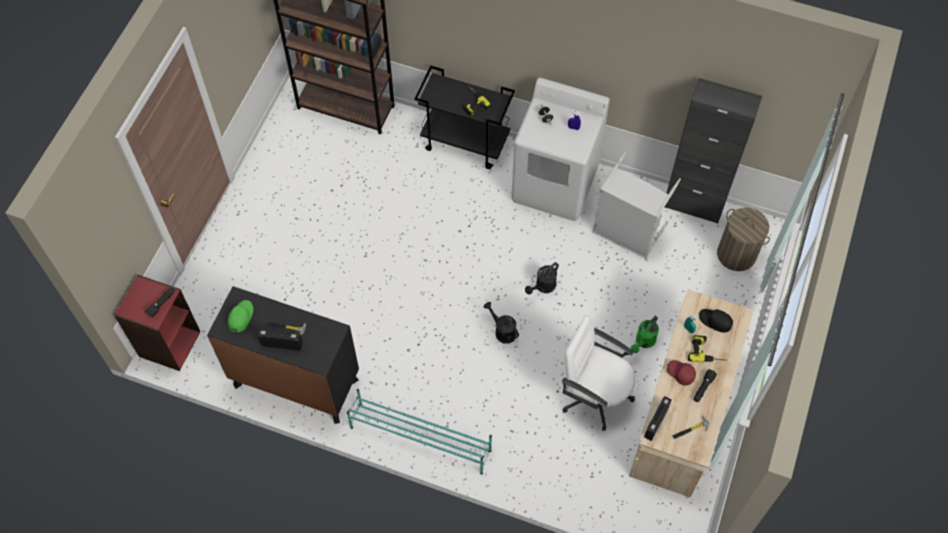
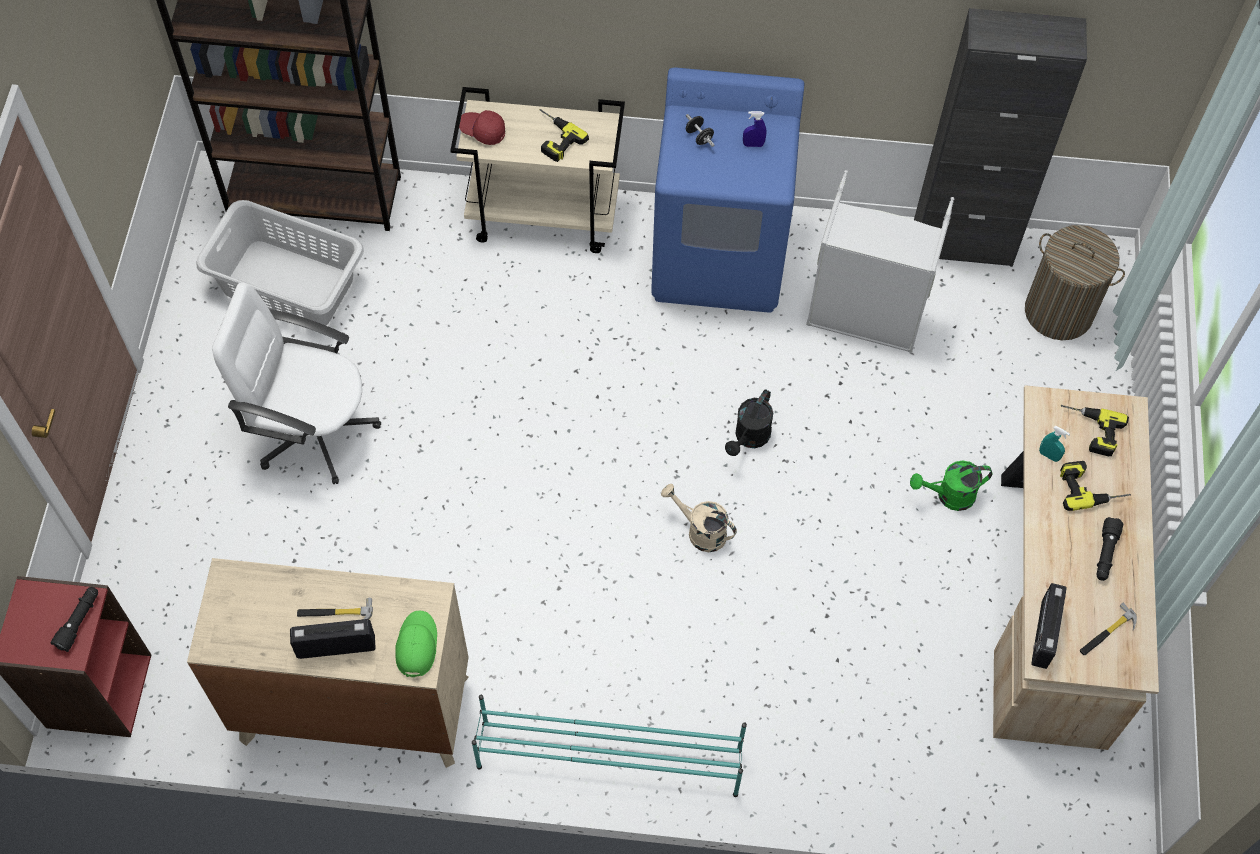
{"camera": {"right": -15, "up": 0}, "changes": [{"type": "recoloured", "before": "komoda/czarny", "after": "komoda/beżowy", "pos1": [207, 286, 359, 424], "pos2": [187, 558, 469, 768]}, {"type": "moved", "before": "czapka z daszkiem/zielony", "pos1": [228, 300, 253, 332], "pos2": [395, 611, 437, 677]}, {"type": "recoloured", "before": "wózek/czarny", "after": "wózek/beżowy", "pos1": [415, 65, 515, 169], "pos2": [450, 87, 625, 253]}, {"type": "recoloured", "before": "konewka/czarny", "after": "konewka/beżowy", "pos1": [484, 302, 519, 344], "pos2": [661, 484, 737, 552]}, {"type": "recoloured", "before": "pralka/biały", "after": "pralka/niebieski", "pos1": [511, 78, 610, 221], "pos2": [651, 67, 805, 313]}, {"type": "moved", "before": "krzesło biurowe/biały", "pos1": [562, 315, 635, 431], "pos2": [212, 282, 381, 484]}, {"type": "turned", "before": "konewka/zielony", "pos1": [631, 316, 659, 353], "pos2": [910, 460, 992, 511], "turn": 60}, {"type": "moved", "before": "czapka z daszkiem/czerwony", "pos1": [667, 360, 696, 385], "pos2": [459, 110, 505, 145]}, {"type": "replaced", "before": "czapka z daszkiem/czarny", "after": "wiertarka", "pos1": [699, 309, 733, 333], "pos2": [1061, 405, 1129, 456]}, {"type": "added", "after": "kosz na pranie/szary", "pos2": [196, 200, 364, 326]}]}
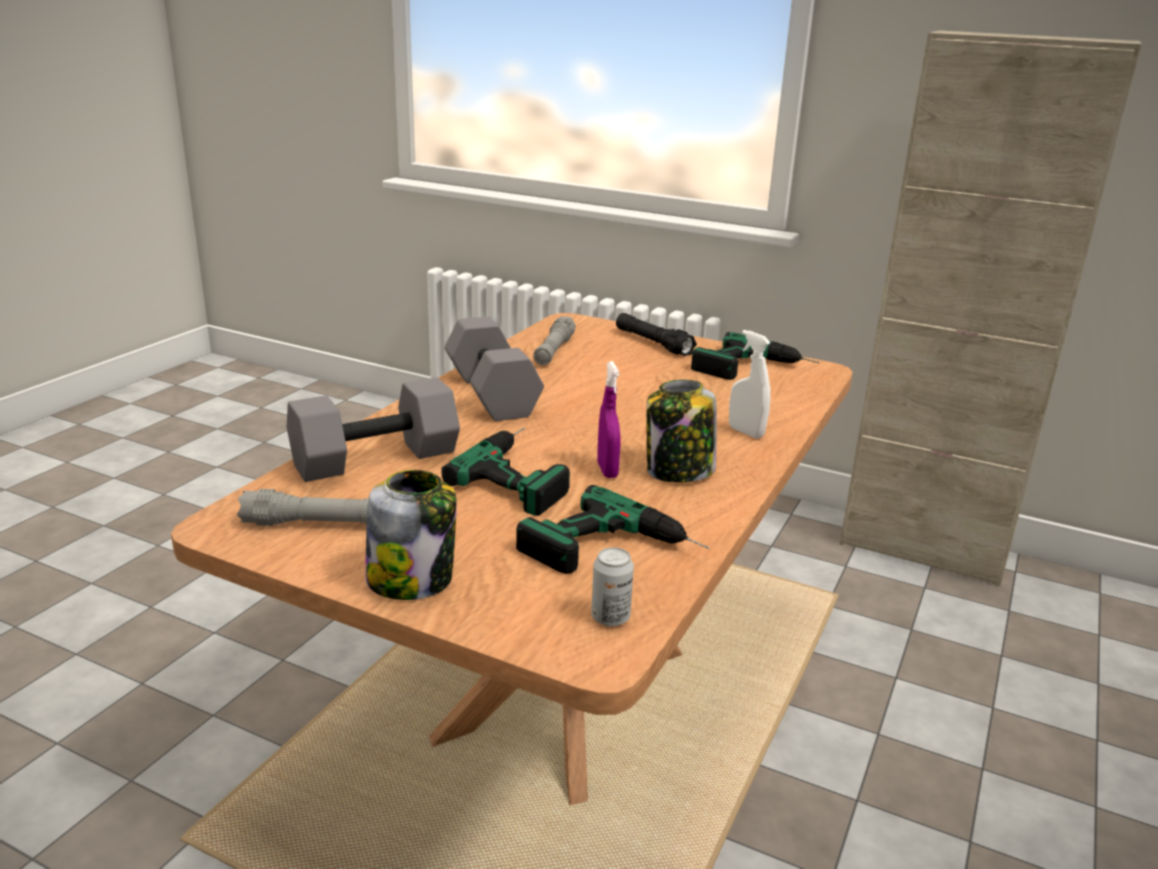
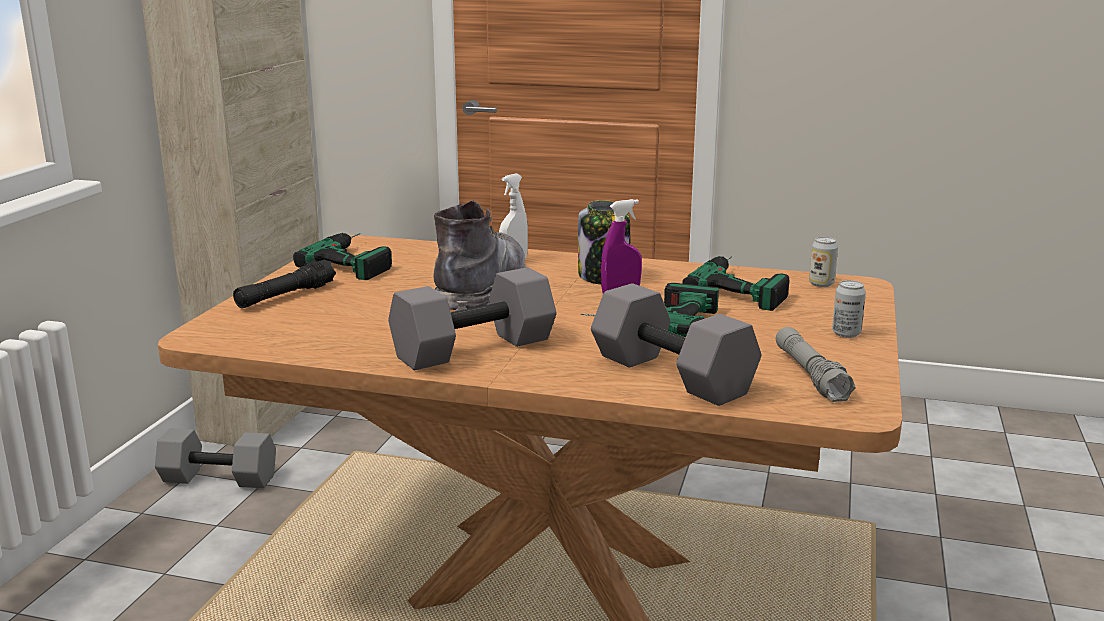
{"camera": {"right": -100, "up": -5}, "changes": [{"type": "replaced", "before": "słoik", "after": "puszka", "pos1": [365, 470, 457, 600], "pos2": [832, 280, 866, 338]}, {"type": "removed", "before": "latarka/szary", "pos1": [533, 316, 576, 365]}, {"type": "added", "after": "hantel/szary", "pos2": [155, 428, 276, 488]}, {"type": "added", "after": "but z cholewką/szary", "pos2": [433, 201, 526, 311]}]}
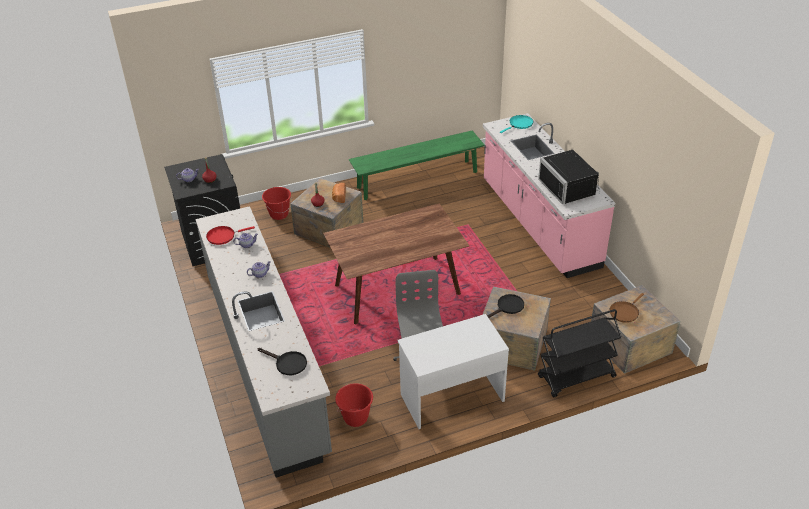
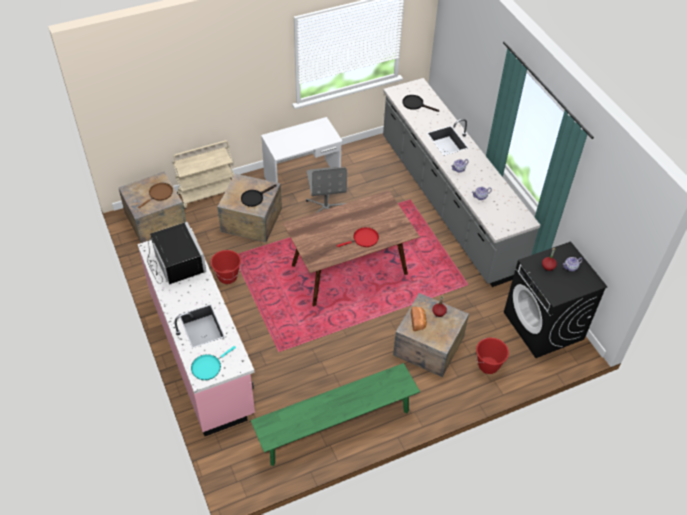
{"camera": {"right": 175, "up": 10}, "changes": [{"type": "moved", "before": "patelnia/czerwony", "pos1": [206, 226, 255, 245], "pos2": [337, 227, 379, 247]}, {"type": "moved", "before": "wiadro/czerwony", "pos1": [335, 383, 373, 427], "pos2": [211, 250, 241, 284]}, {"type": "recoloured", "before": "wózek/czarny", "after": "wózek/beżowy", "pos1": [538, 309, 622, 397], "pos2": [173, 141, 234, 209]}]}
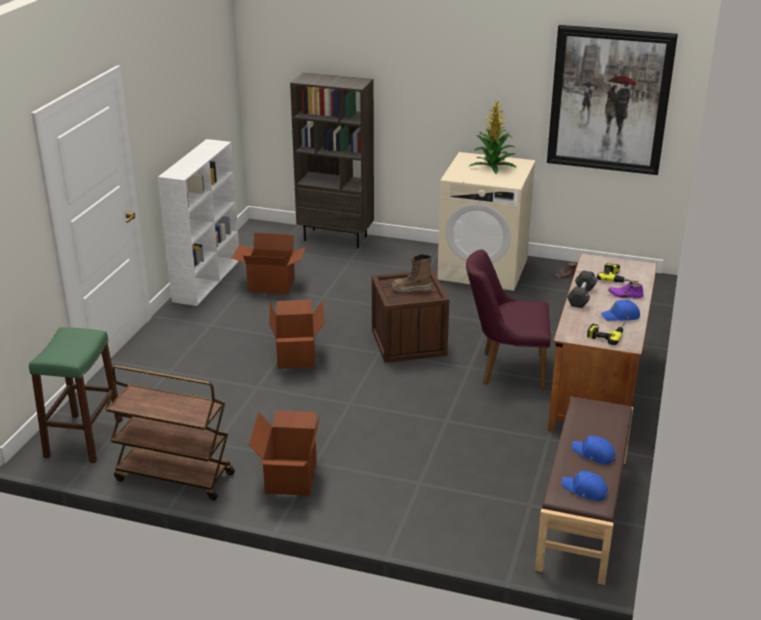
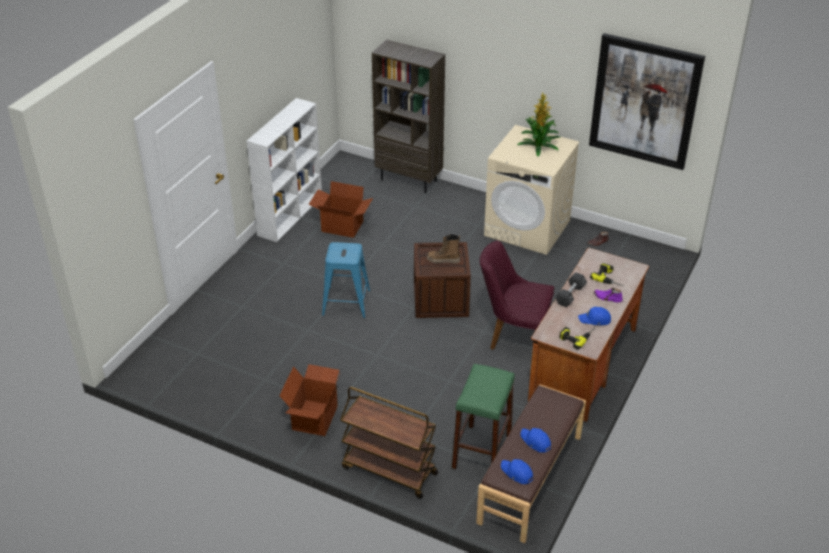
{"camera": {"right": 10, "up": 10}, "changes": [{"type": "moved", "before": "stołek/zielony", "pos1": [29, 327, 123, 463], "pos2": [452, 364, 515, 469]}, {"type": "moved", "before": "wózek/brązowy", "pos1": [105, 365, 235, 501], "pos2": [340, 387, 438, 499]}, {"type": "replaced", "before": "karton", "after": "stołek/niebieski", "pos1": [269, 300, 325, 369], "pos2": [322, 242, 370, 318]}]}
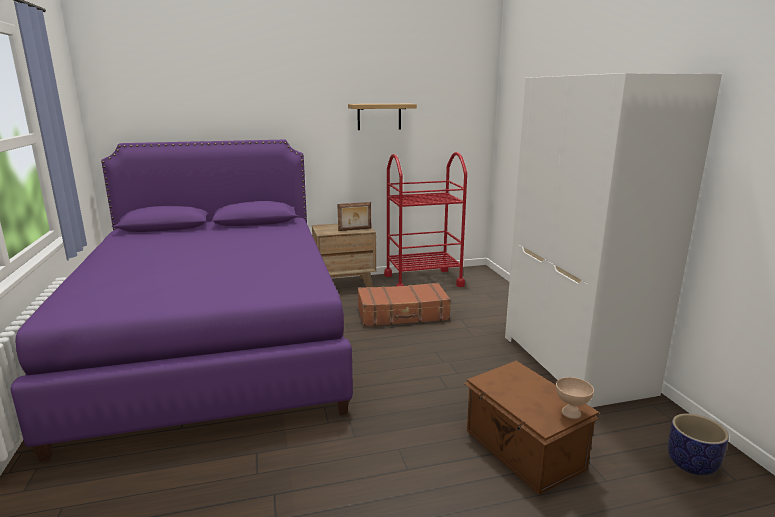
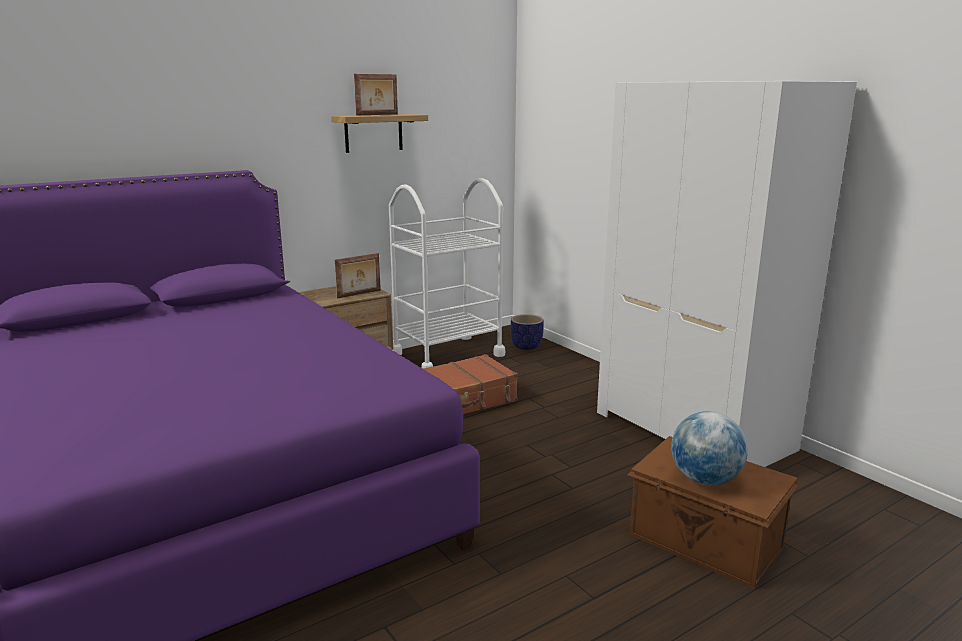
{"camera": {"right": -20, "up": 0}, "changes": [{"type": "recoloured", "before": "wózek/czerwony", "after": "wózek/biały", "pos1": [384, 152, 467, 287], "pos2": [389, 178, 505, 369]}, {"type": "removed", "before": "miska/beżowy", "pos1": [556, 377, 594, 419]}, {"type": "moved", "before": "donica", "pos1": [668, 413, 729, 476], "pos2": [511, 314, 544, 350]}, {"type": "added", "after": "ramka na zdjęcie", "pos2": [354, 74, 398, 116]}, {"type": "added", "after": "globus", "pos2": [671, 411, 748, 486]}]}
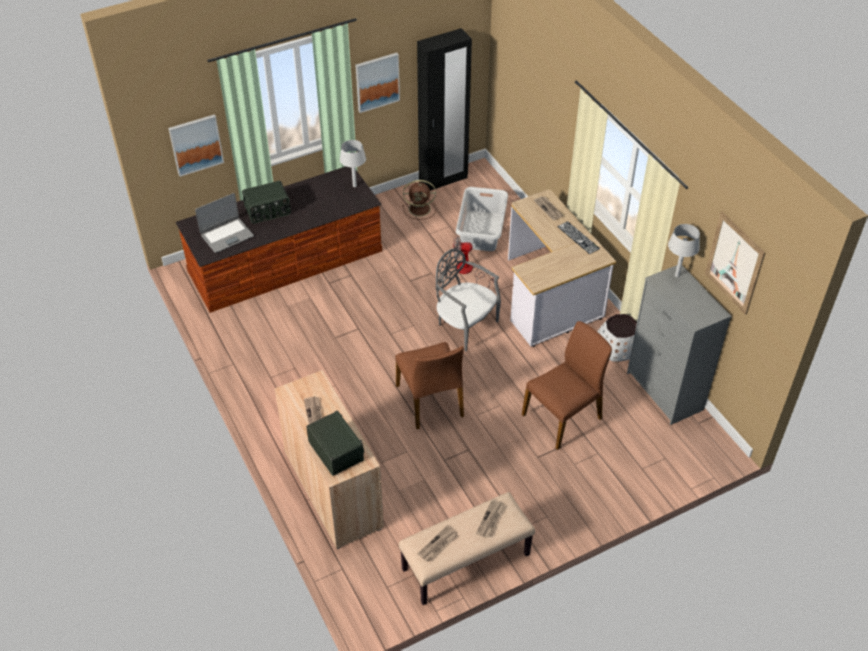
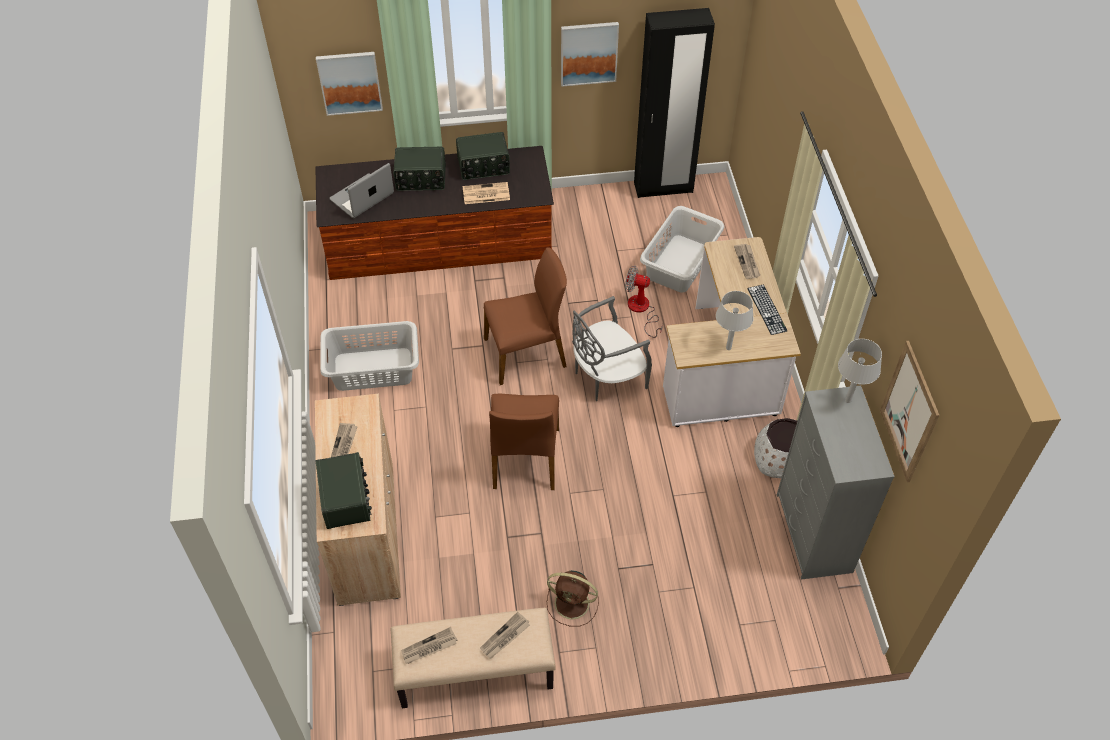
{"camera": {"right": 20, "up": 5}, "changes": [{"type": "turned", "before": "laptop", "pos1": [195, 193, 254, 253], "pos2": [330, 163, 394, 218], "turn": 150}, {"type": "moved", "before": "lampa stołowa/szary", "pos1": [340, 140, 366, 187], "pos2": [716, 291, 754, 350]}, {"type": "moved", "before": "wentylator/brązowy", "pos1": [402, 180, 436, 219], "pos2": [547, 570, 599, 627]}, {"type": "turned", "before": "krzesło/szary", "pos1": [436, 248, 501, 351], "pos2": [572, 296, 652, 401], "turn": -90}, {"type": "moved", "before": "krzesło/brązowy", "pos1": [522, 321, 612, 450], "pos2": [484, 247, 567, 385]}, {"type": "added", "after": "kosz na pranie/szary", "pos2": [320, 321, 419, 391]}, {"type": "added", "after": "radio", "pos2": [456, 132, 510, 180]}, {"type": "added", "after": "gazeta", "pos2": [463, 182, 510, 204]}]}
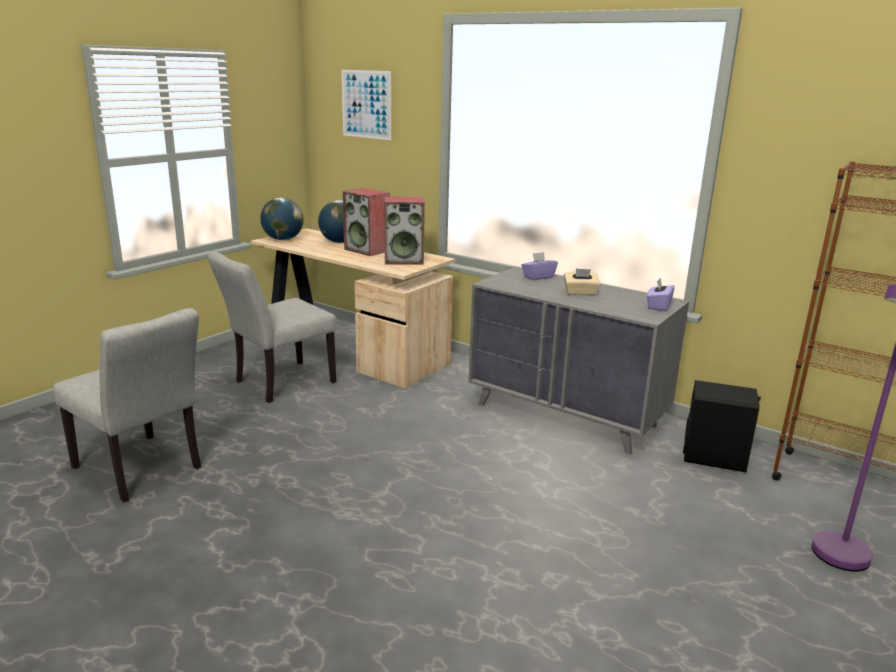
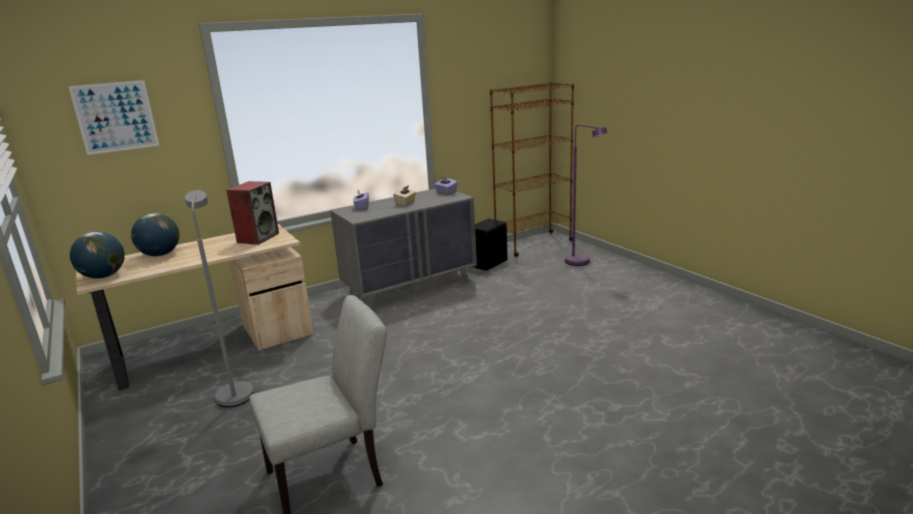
{"camera": {"right": -65, "up": 0}, "changes": [{"type": "replaced", "before": "krzesło/szary", "after": "lampa stojąca/szary", "pos1": [208, 252, 337, 403], "pos2": [185, 190, 254, 407]}, {"type": "removed", "before": "głośnik", "pos1": [343, 188, 390, 256]}]}
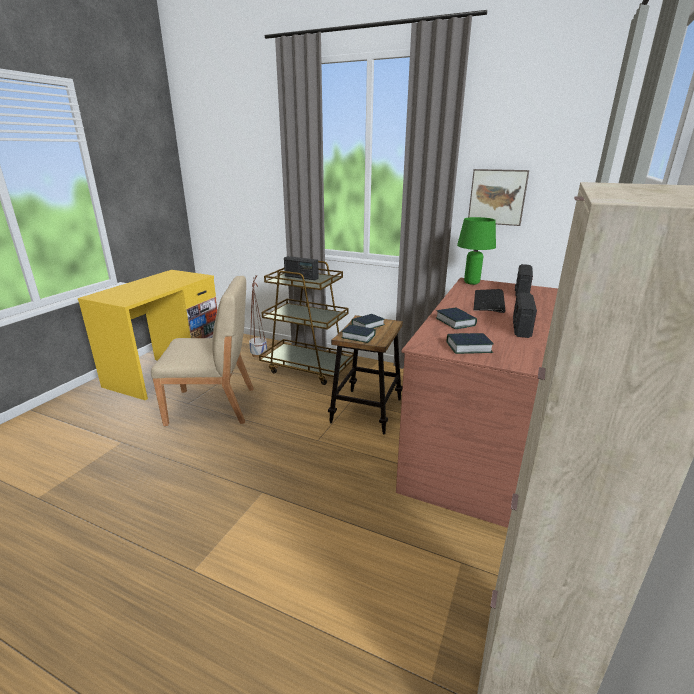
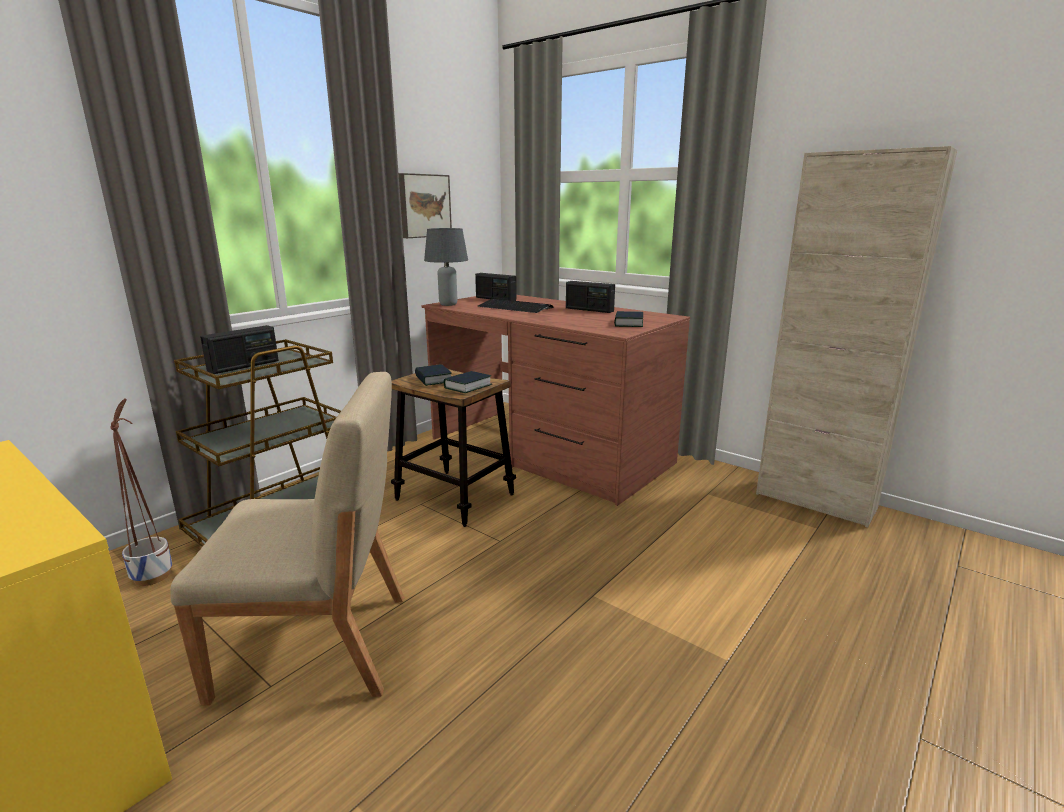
{"camera": {"right": -75, "up": -5}, "changes": [{"type": "turned", "before": "krzesło/beżowy", "pos1": [151, 276, 254, 426], "pos2": [170, 372, 404, 706], "turn": 75}, {"type": "removed", "before": "książka", "pos1": [436, 308, 477, 329]}, {"type": "recoloured", "before": "lampa stołowa/zielony", "after": "lampa stołowa/szary", "pos1": [457, 217, 496, 285], "pos2": [424, 228, 468, 306]}]}
